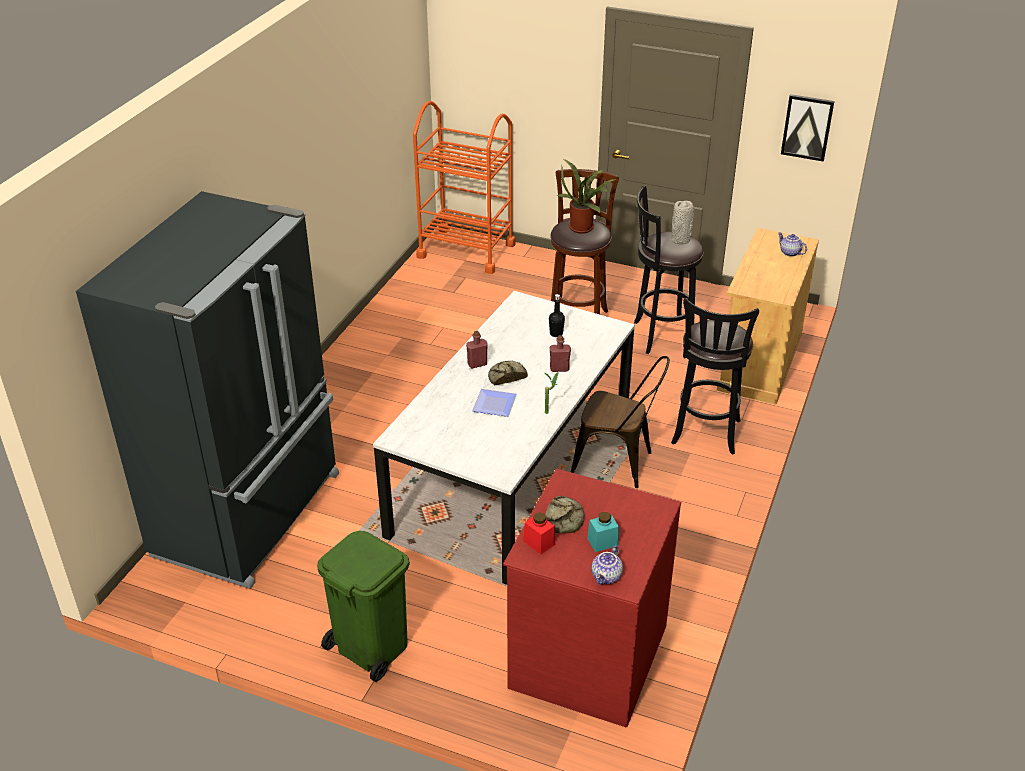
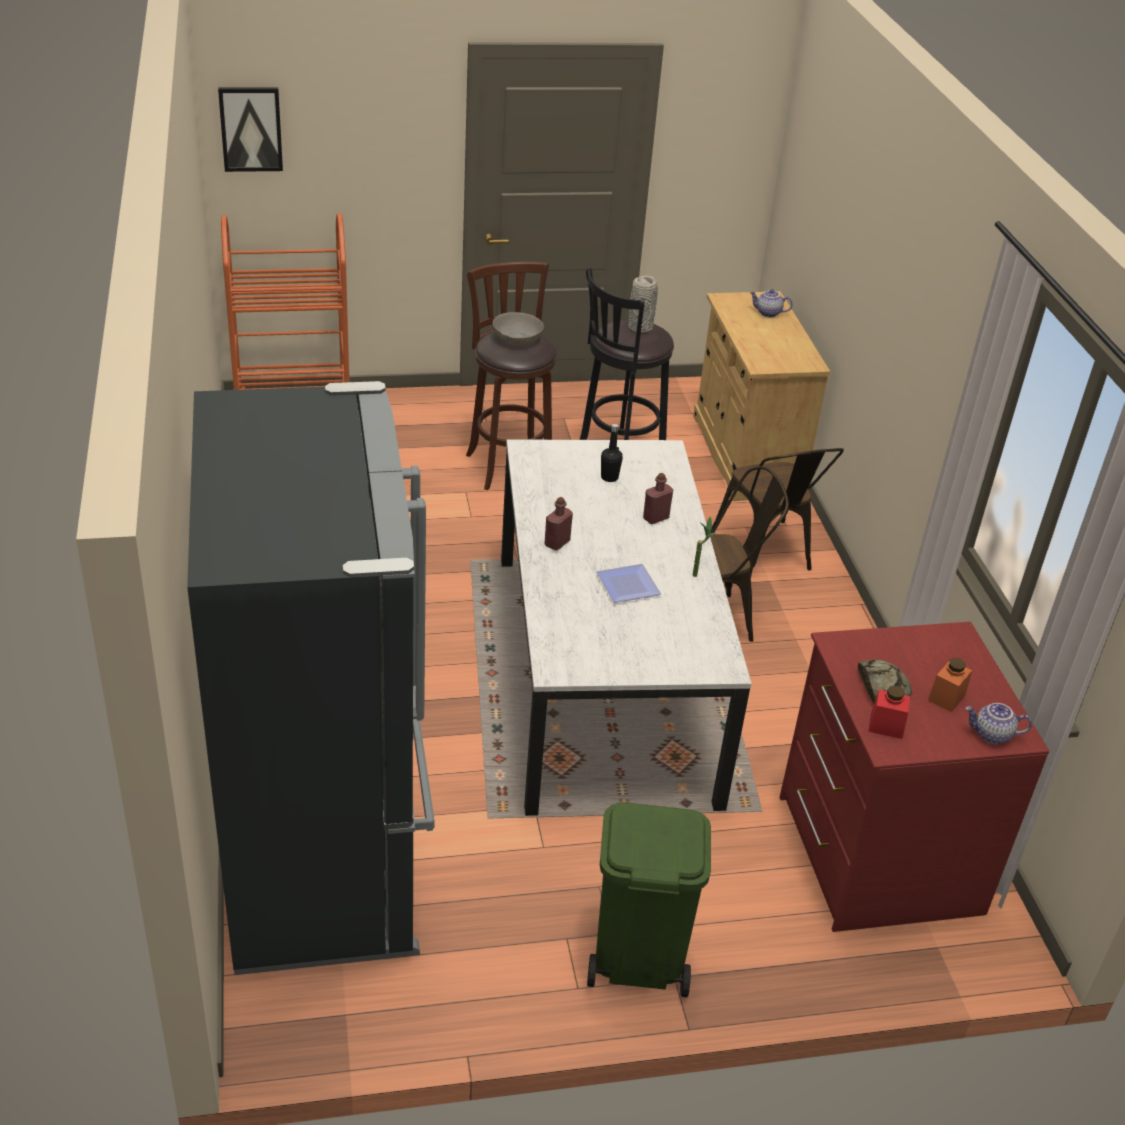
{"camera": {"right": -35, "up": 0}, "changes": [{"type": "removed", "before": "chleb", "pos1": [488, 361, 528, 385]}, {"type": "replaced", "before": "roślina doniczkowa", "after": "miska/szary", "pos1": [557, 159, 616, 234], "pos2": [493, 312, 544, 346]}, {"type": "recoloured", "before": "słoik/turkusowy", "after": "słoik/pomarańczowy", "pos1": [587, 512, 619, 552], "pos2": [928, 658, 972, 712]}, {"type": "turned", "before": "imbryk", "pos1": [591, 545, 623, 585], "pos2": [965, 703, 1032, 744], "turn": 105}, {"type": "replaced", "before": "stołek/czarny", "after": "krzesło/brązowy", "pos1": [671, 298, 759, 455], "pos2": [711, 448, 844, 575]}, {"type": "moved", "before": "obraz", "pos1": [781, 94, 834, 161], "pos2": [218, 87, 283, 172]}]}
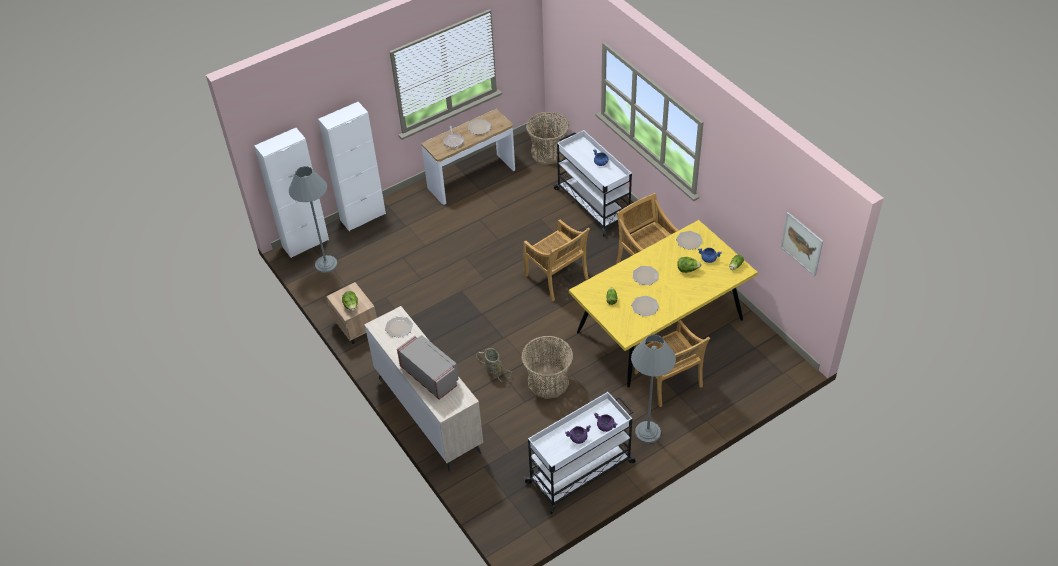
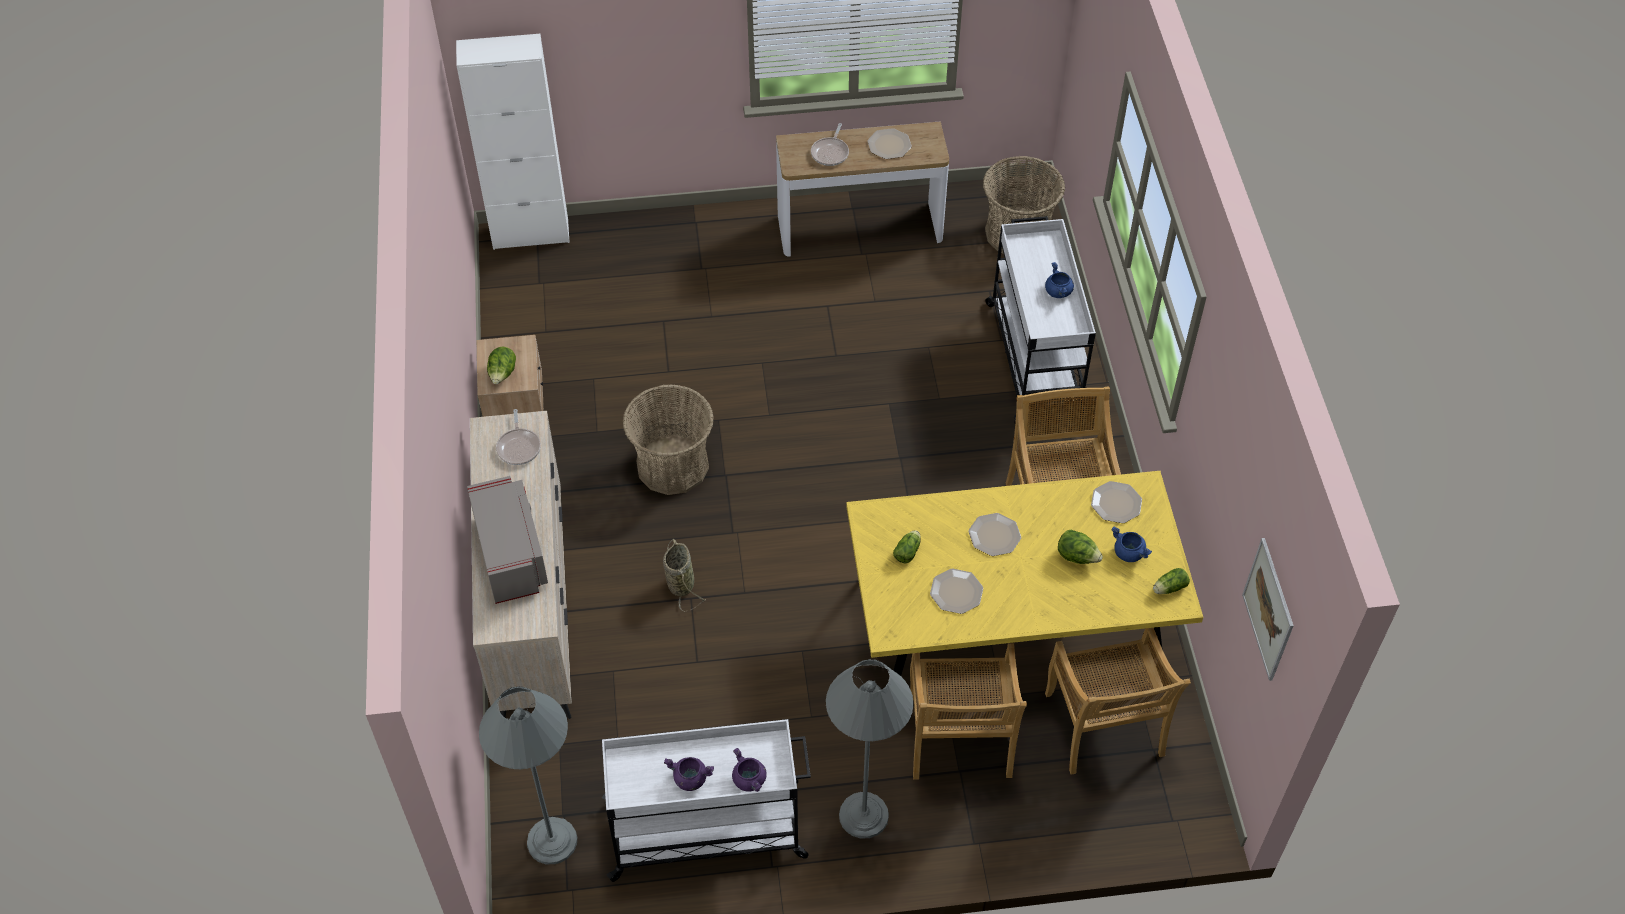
{"camera": {"right": 25, "up": 5}, "changes": [{"type": "moved", "before": "lampa stojąca/szary", "pos1": [289, 166, 338, 273], "pos2": [479, 686, 577, 864]}, {"type": "removed", "before": "szafka/biały", "pos1": [318, 102, 386, 231]}, {"type": "replaced", "before": "talerz", "after": "patelnia", "pos1": [385, 316, 413, 338], "pos2": [496, 409, 541, 465]}, {"type": "moved", "before": "koszyk", "pos1": [521, 335, 573, 399], "pos2": [623, 384, 714, 495]}, {"type": "moved", "before": "krzesło/beżowy", "pos1": [523, 220, 590, 301], "pos2": [1045, 628, 1191, 775]}]}
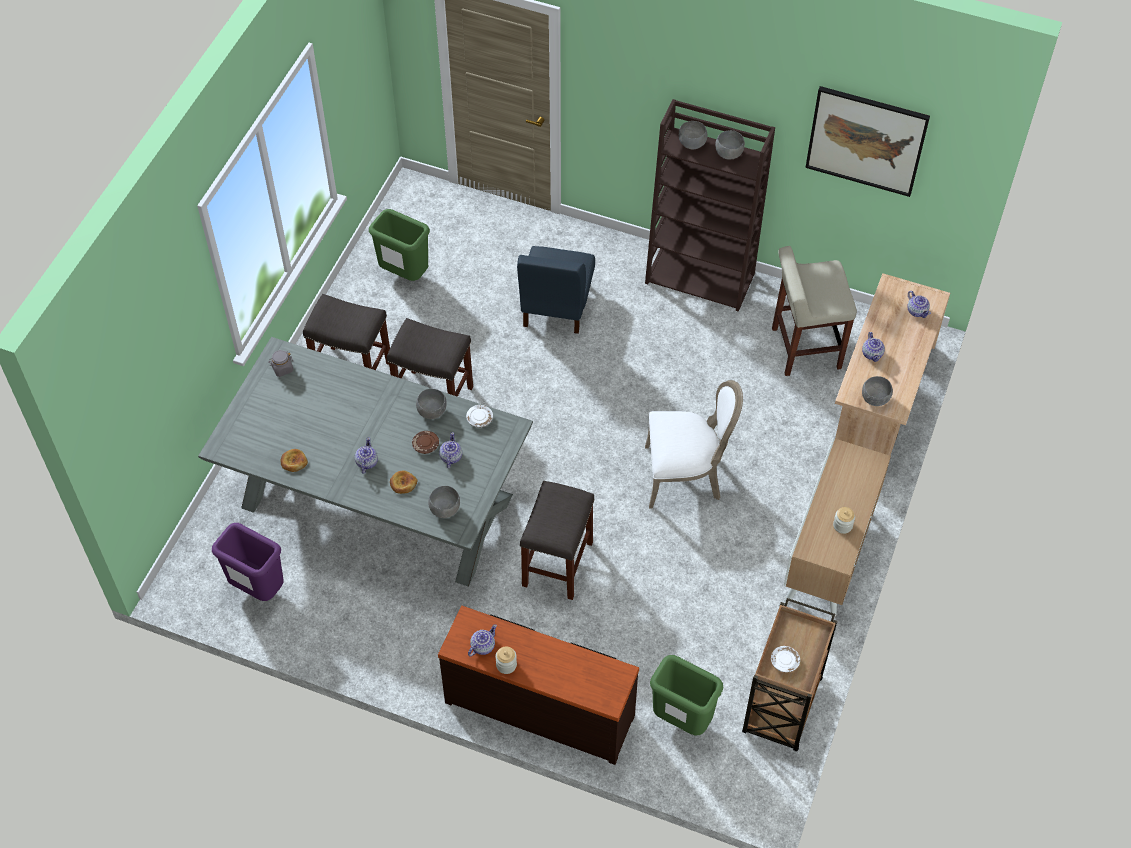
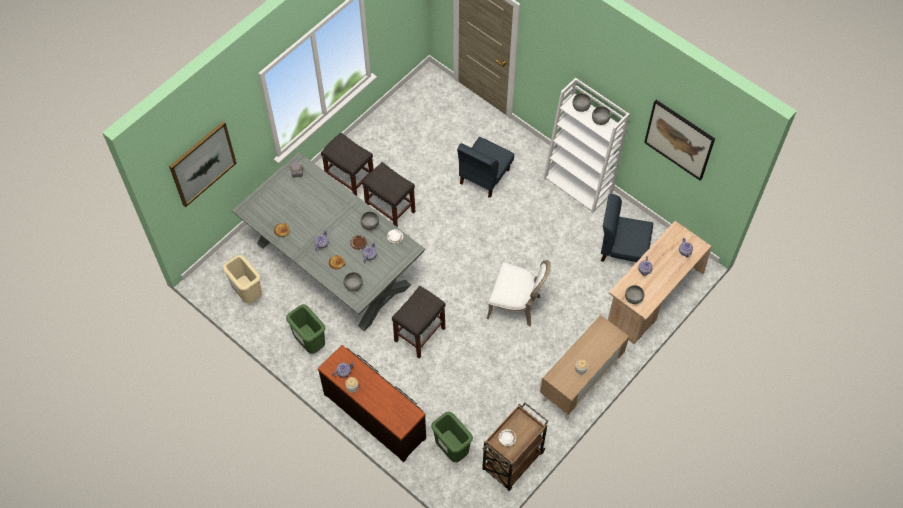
{"camera": {"right": 20, "up": 5}, "changes": [{"type": "recoloured", "before": "kosz na śmieci/fioletowy", "after": "kosz na śmieci/beżowy", "pos1": [212, 523, 284, 601], "pos2": [223, 255, 262, 304]}, {"type": "moved", "before": "kosz na śmieci/zielony", "pos1": [369, 209, 430, 281], "pos2": [286, 304, 325, 354]}, {"type": "recoloured", "before": "regał/brązowy", "after": "regał/biały", "pos1": [645, 99, 775, 312], "pos2": [543, 77, 630, 213]}, {"type": "replaced", "before": "stołek/beżowy", "after": "krzesło/niebieski", "pos1": [772, 246, 857, 376], "pos2": [601, 194, 653, 262]}, {"type": "added", "after": "obraz", "pos2": [169, 121, 237, 207]}]}
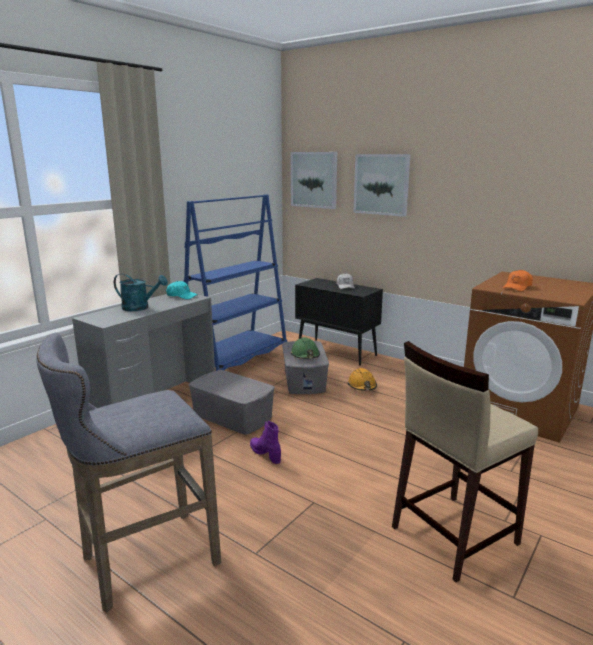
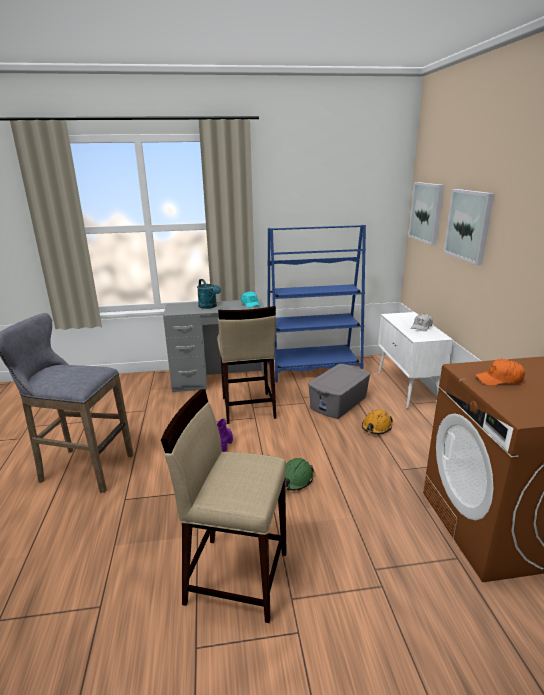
{"camera": {"right": 45, "up": 5}, "changes": [{"type": "replaced", "before": "pojemnik do przechowywania/szary", "after": "stołek/beżowy", "pos1": [189, 370, 275, 435], "pos2": [217, 306, 276, 424]}, {"type": "moved", "before": "kask/zielony", "pos1": [291, 337, 320, 359], "pos2": [285, 458, 314, 491]}, {"type": "recoloured", "before": "szafka/czarny", "after": "szafka/biały", "pos1": [295, 278, 383, 366], "pos2": [378, 312, 453, 409]}]}
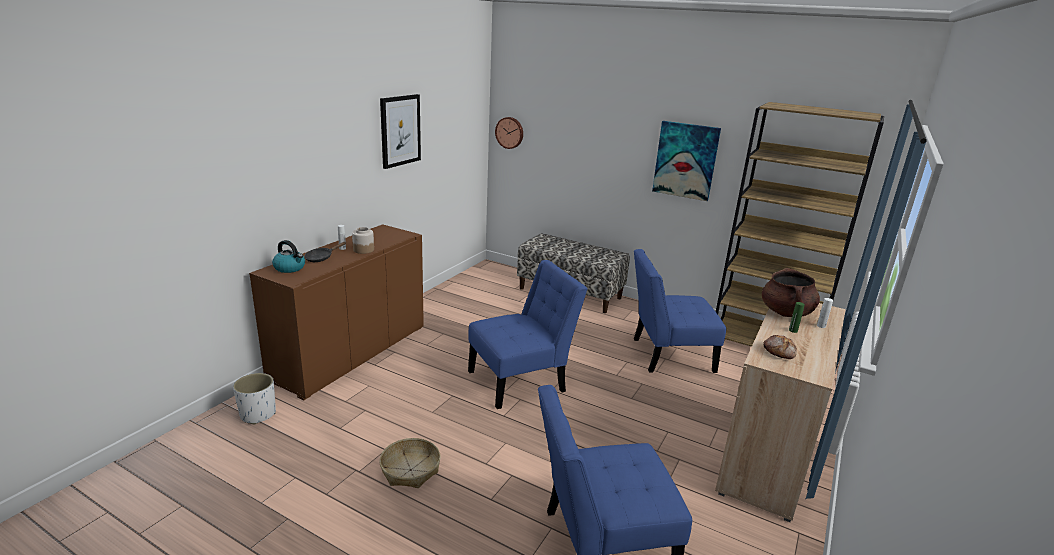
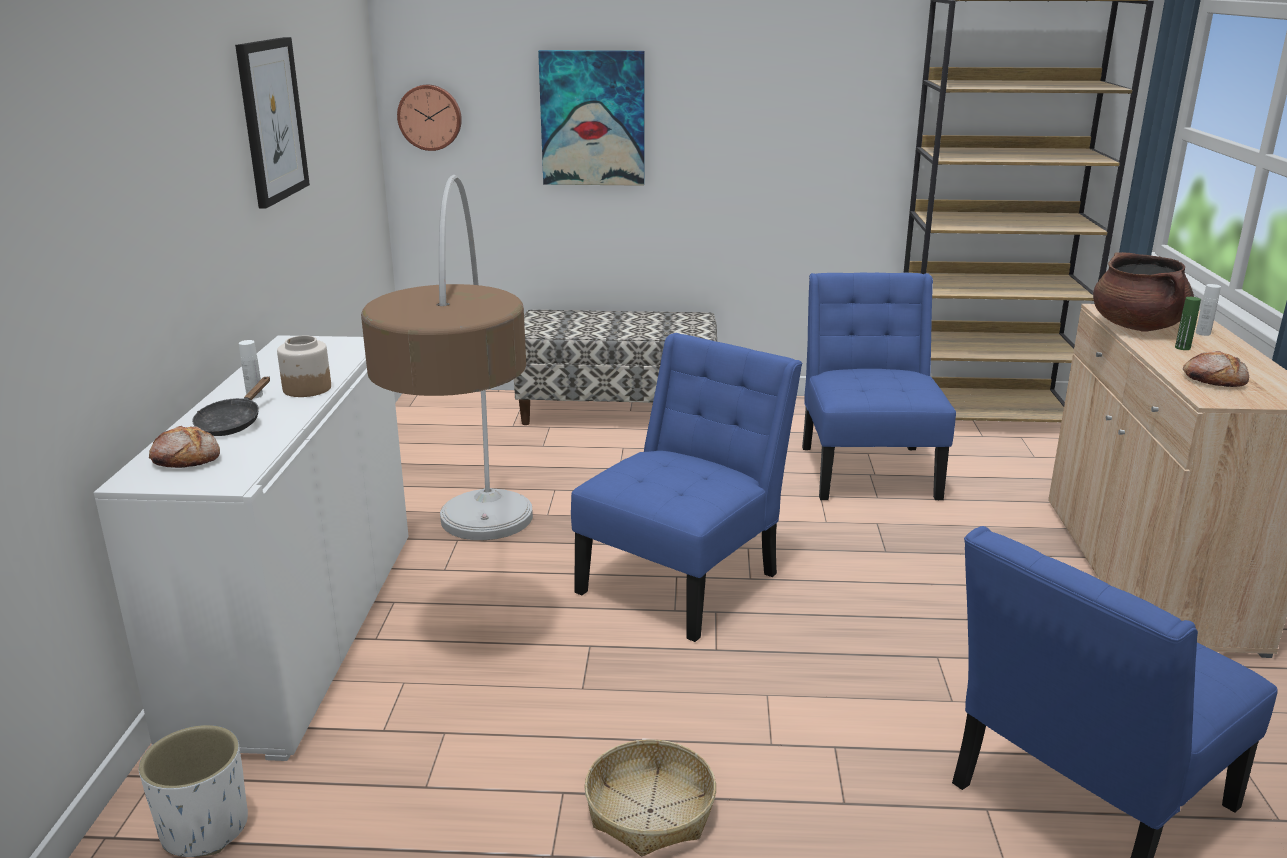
{"camera": {"right": -25, "up": 0}, "changes": [{"type": "recoloured", "before": "szafka/brązowy", "after": "szafka/biały", "pos1": [249, 224, 424, 400], "pos2": [94, 335, 409, 761]}, {"type": "replaced", "before": "czajnik", "after": "chleb", "pos1": [272, 240, 305, 273], "pos2": [149, 426, 220, 468]}, {"type": "turned", "before": "krzesło/niebieski", "pos1": [634, 249, 726, 373], "pos2": [802, 273, 956, 500], "turn": 120}, {"type": "moved", "before": "obraz", "pos1": [652, 121, 721, 201], "pos2": [538, 50, 644, 186]}, {"type": "added", "after": "lampa stojąca", "pos2": [361, 175, 533, 540]}]}
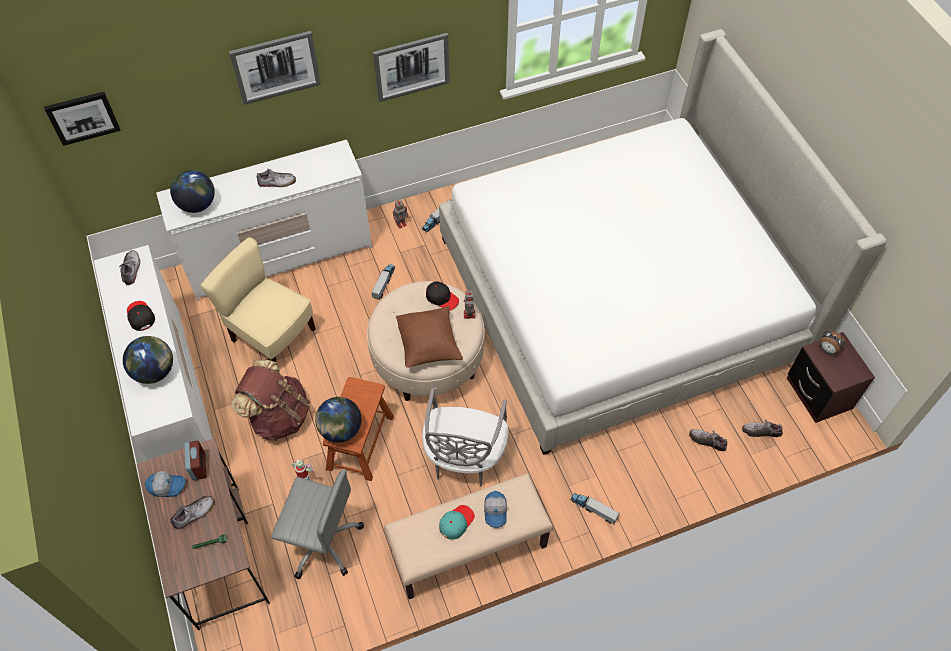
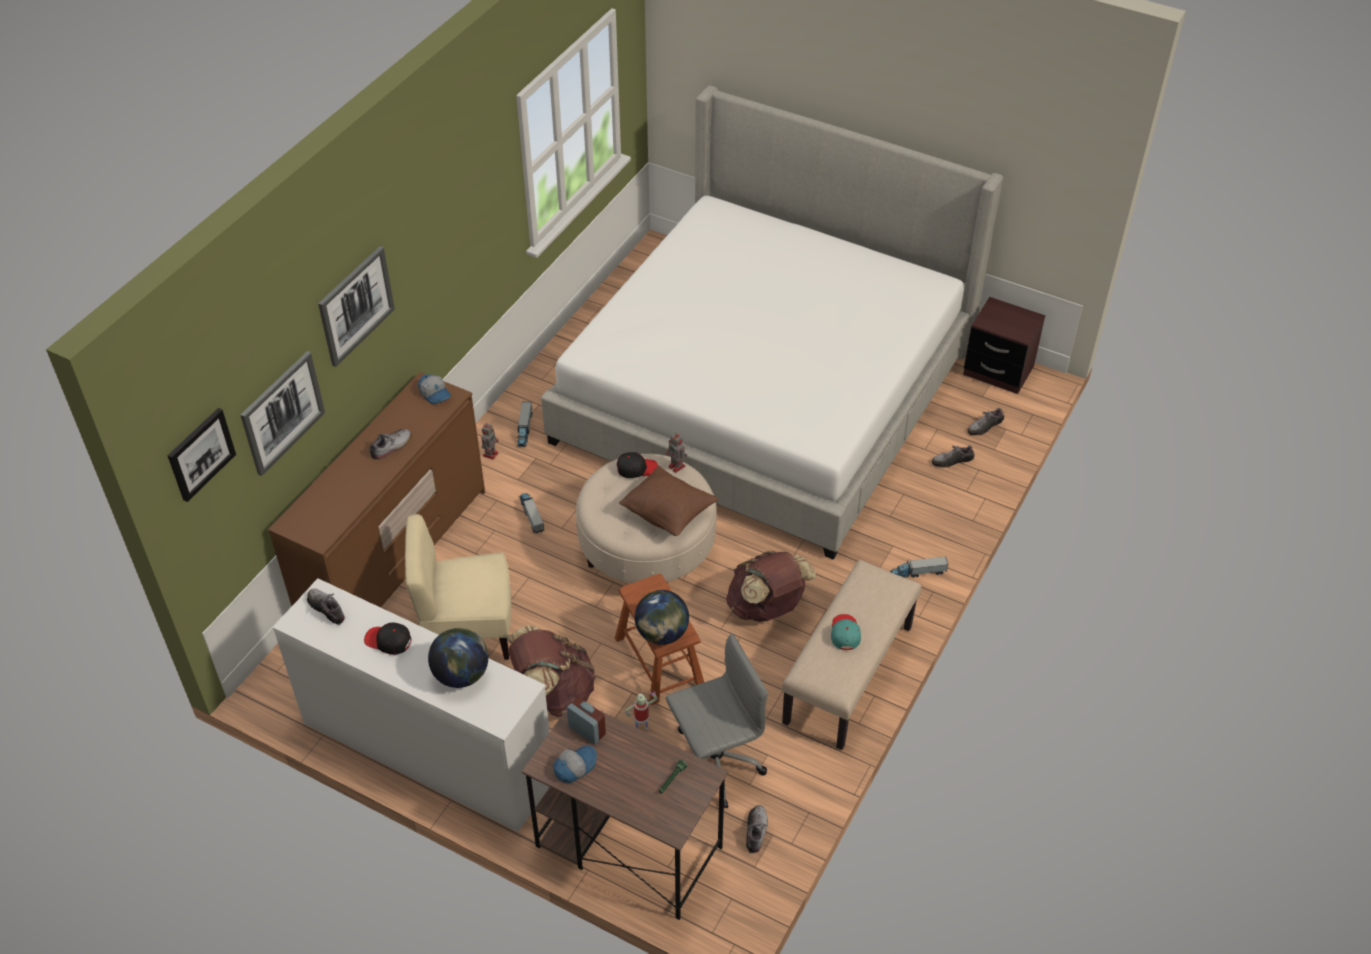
{"camera": {"right": -40, "up": -10}, "changes": [{"type": "recoloured", "before": "komoda/biały", "after": "komoda/brązowy", "pos1": [156, 140, 372, 301], "pos2": [268, 372, 485, 608]}, {"type": "removed", "before": "globus", "pos1": [170, 170, 215, 213]}, {"type": "moved", "before": "but", "pos1": [170, 496, 215, 530], "pos2": [746, 805, 768, 853]}, {"type": "moved", "before": "obraz", "pos1": [373, 33, 450, 102], "pos2": [241, 351, 325, 476]}, {"type": "replaced", "before": "krzesło/szary", "after": "plecak/brązowy", "pos1": [422, 388, 509, 487], "pos2": [726, 550, 816, 622]}, {"type": "moved", "before": "czapka z daszkiem", "pos1": [484, 491, 507, 528], "pos2": [418, 374, 451, 404]}, {"type": "removed", "before": "budzik", "pos1": [819, 330, 846, 355]}]}
